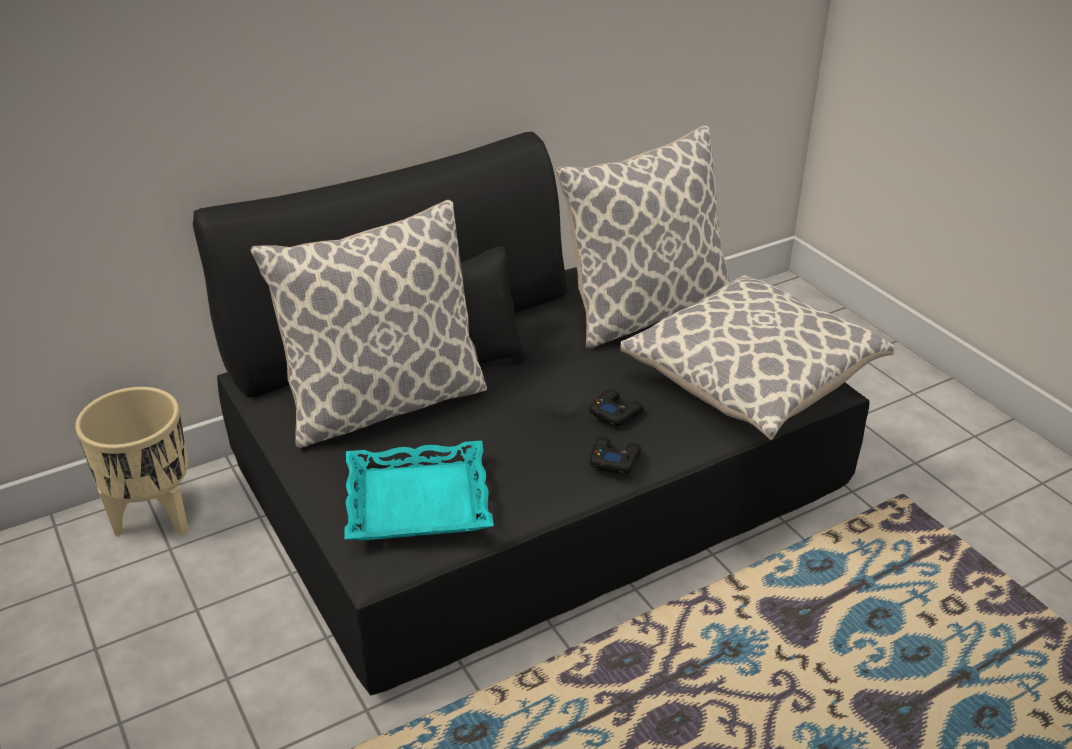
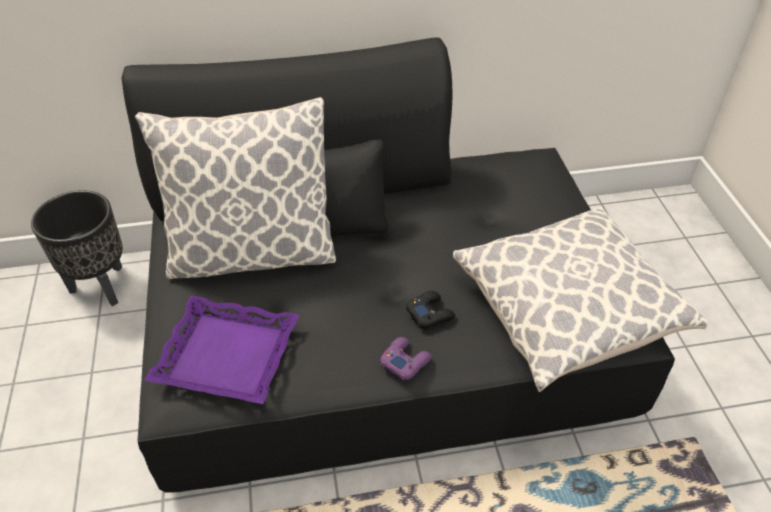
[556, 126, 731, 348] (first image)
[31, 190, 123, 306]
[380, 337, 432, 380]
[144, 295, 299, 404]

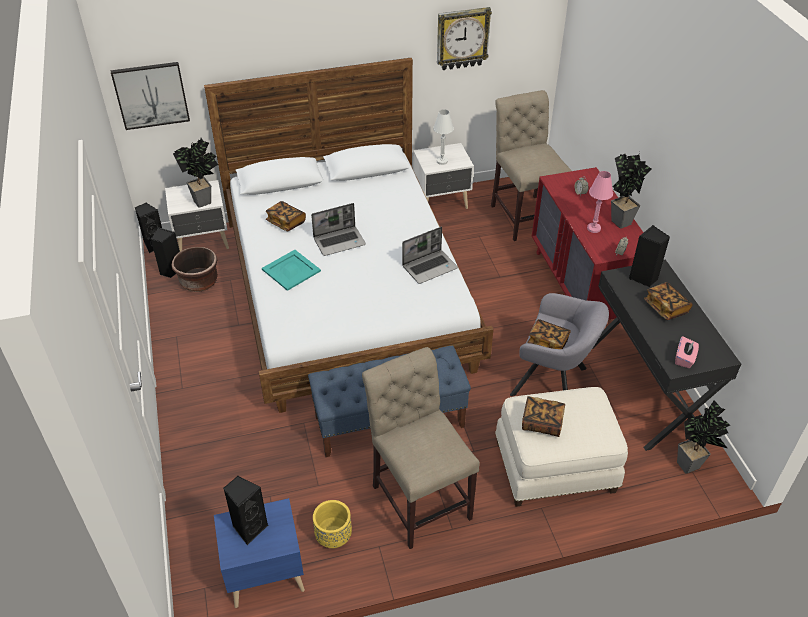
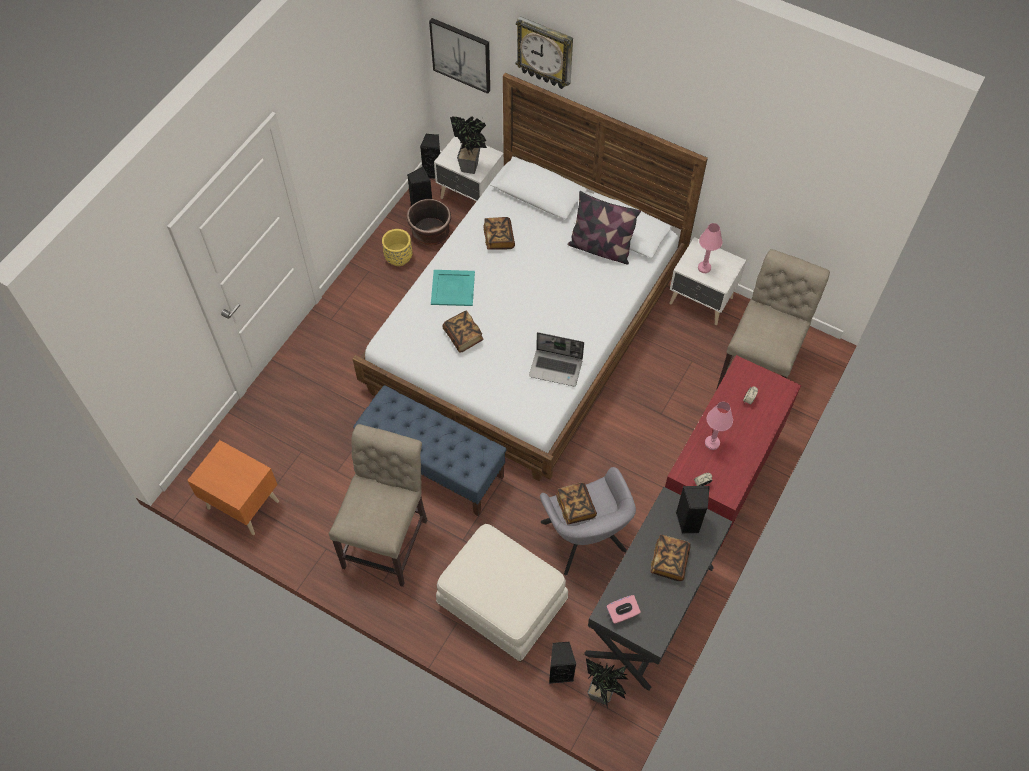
[516, 16, 573, 89]
[698, 223, 722, 273]
[611, 152, 652, 229] (first image)
[311, 203, 366, 256] (first image)
[442, 310, 483, 353]
[549, 642, 576, 684]
[187, 440, 279, 535]
[382, 229, 412, 266]
[567, 191, 641, 264]

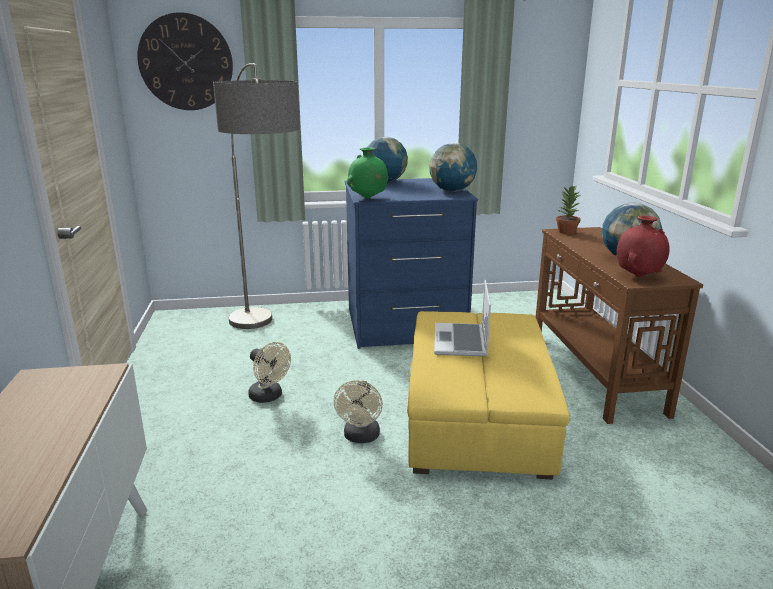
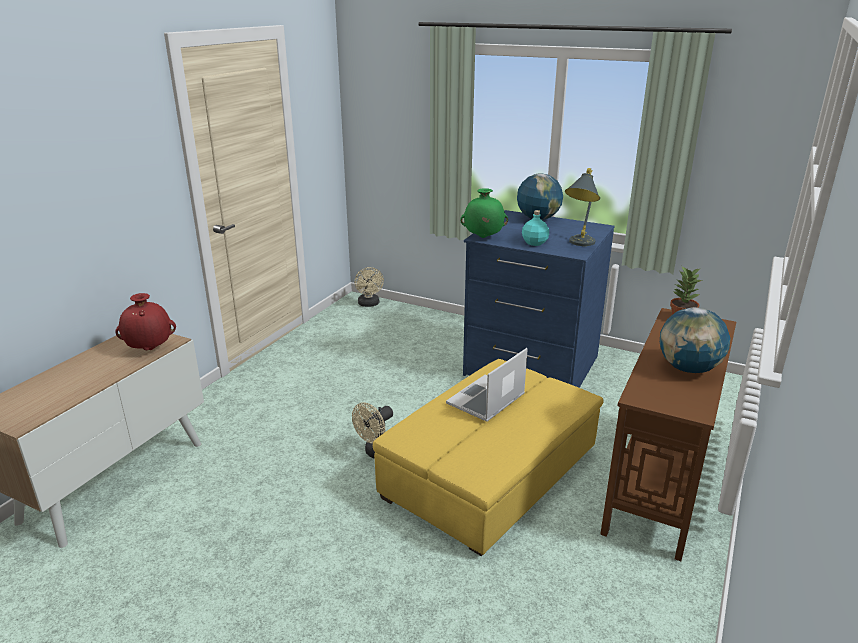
[137, 12, 233, 110] (first image)
[213, 63, 300, 329] (first image)
[565, 168, 600, 246]
[115, 293, 176, 350]
[355, 267, 384, 307]
[522, 210, 549, 246]

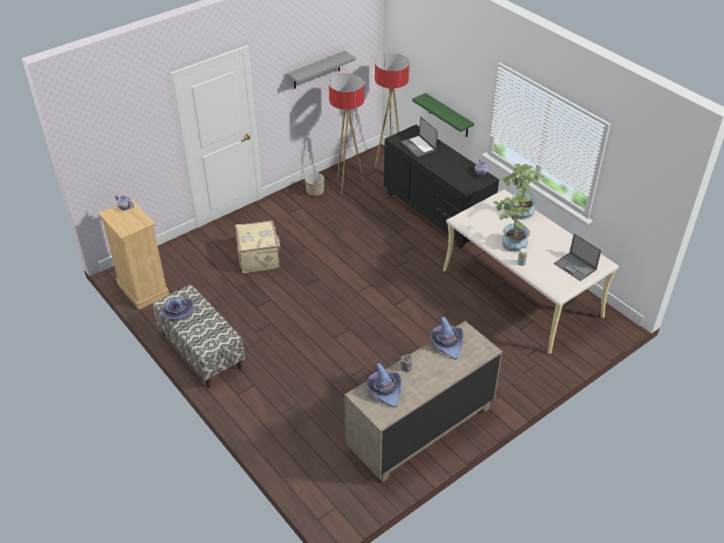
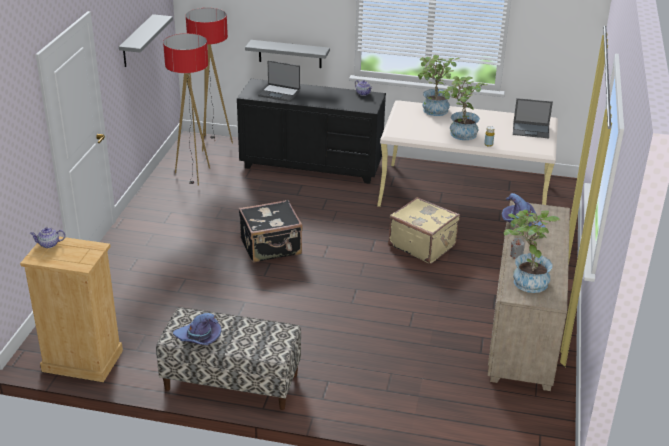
[245, 40, 330, 68]
[305, 173, 325, 197] (first image)
[388, 197, 460, 264]
[504, 210, 560, 293]
[239, 200, 303, 263]

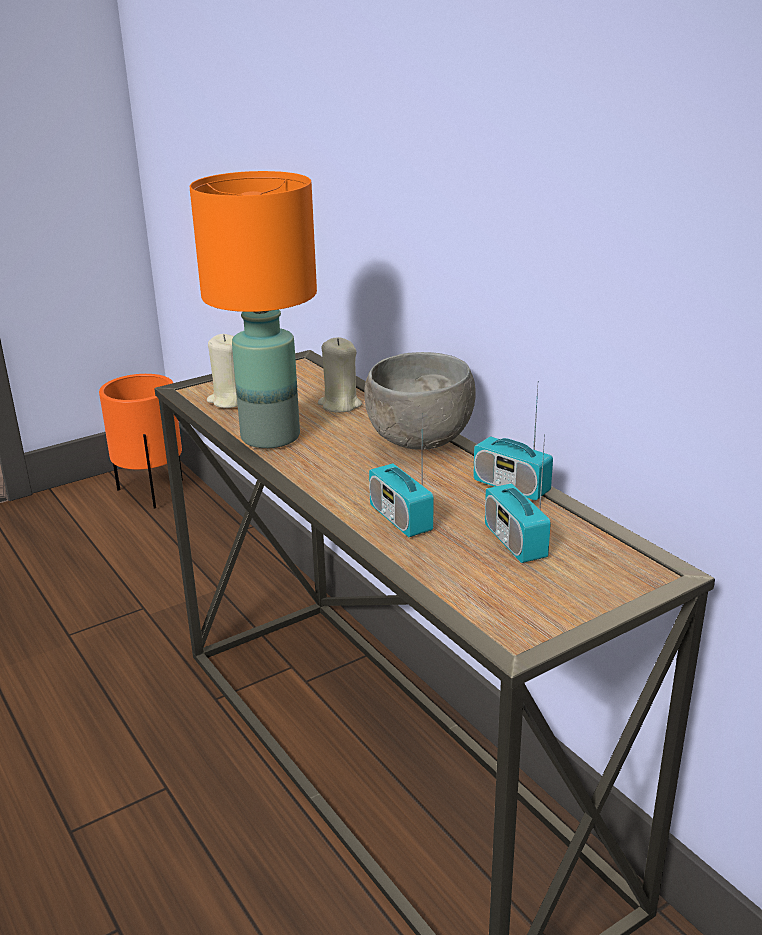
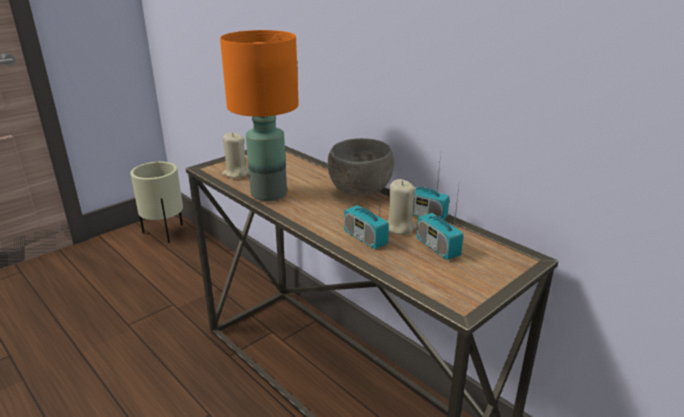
[388, 179, 416, 235]
[131, 162, 183, 243]

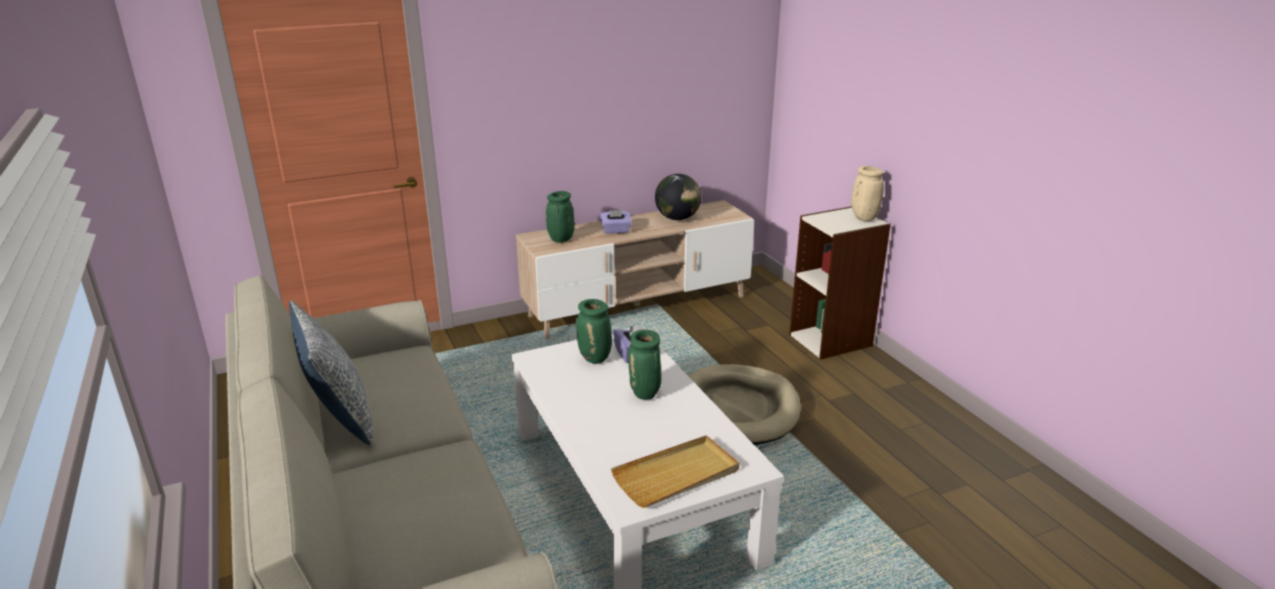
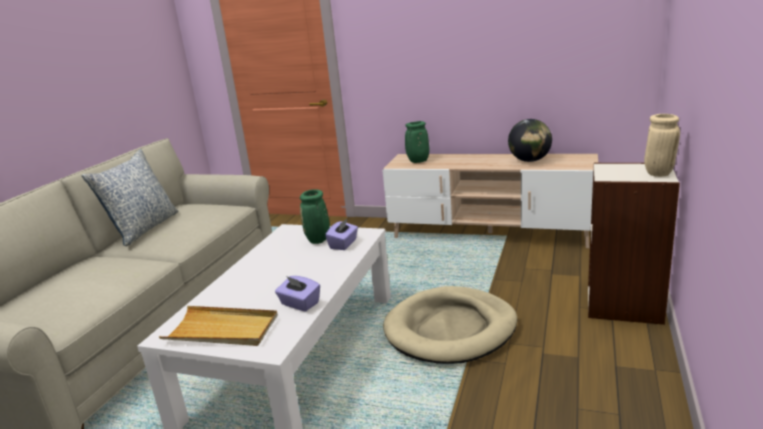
[275, 276, 320, 312]
[628, 330, 662, 400] (first image)

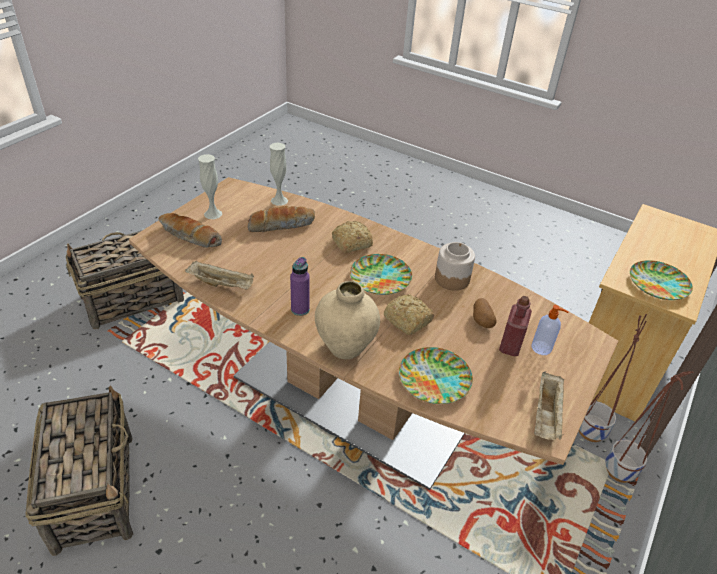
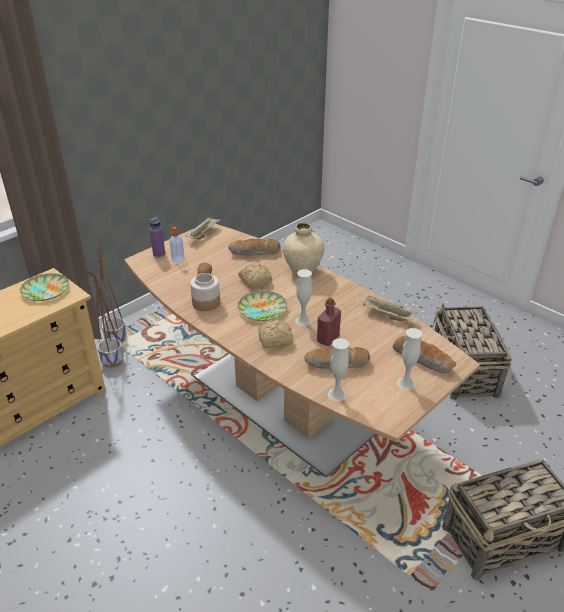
[150, 217, 165, 258]
[317, 298, 341, 346]
[228, 239, 281, 256]
[295, 269, 312, 326]

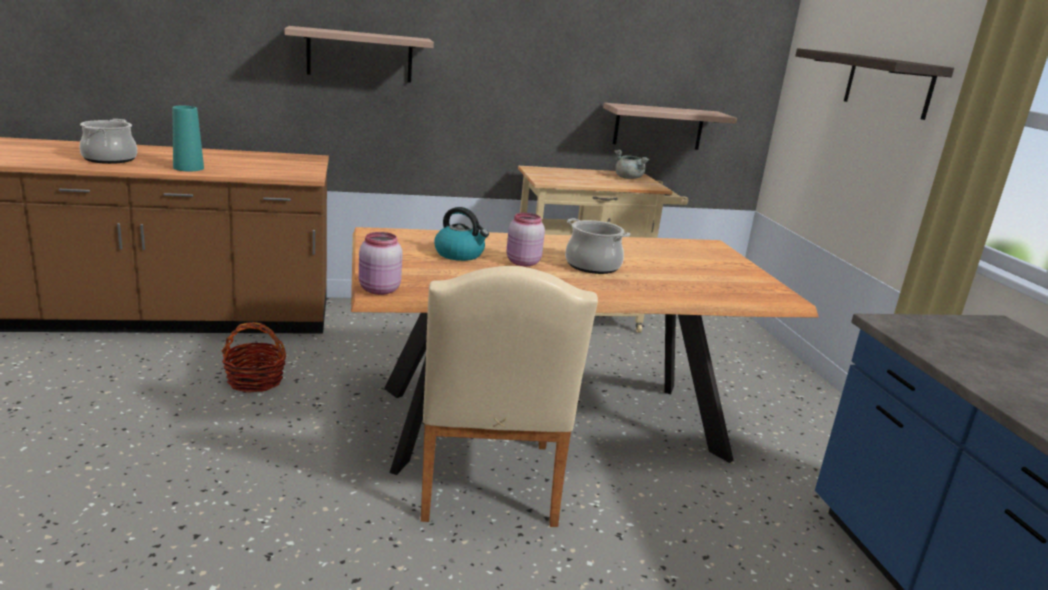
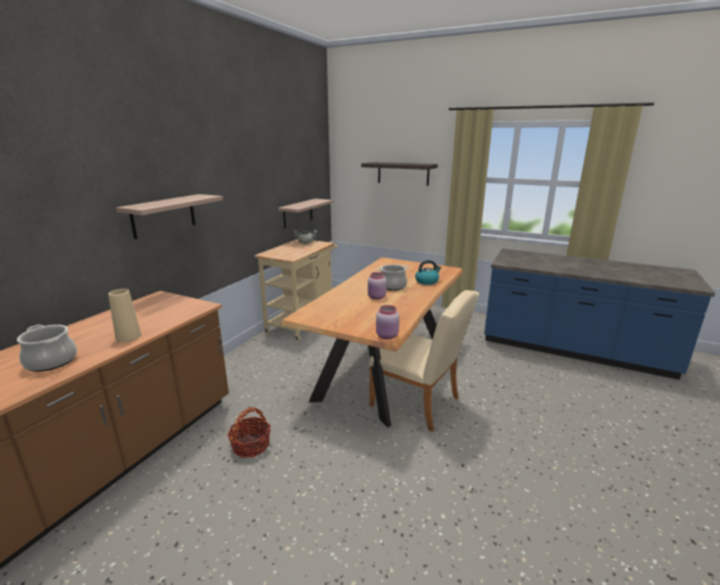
[108, 289, 141, 342]
[415, 260, 441, 285]

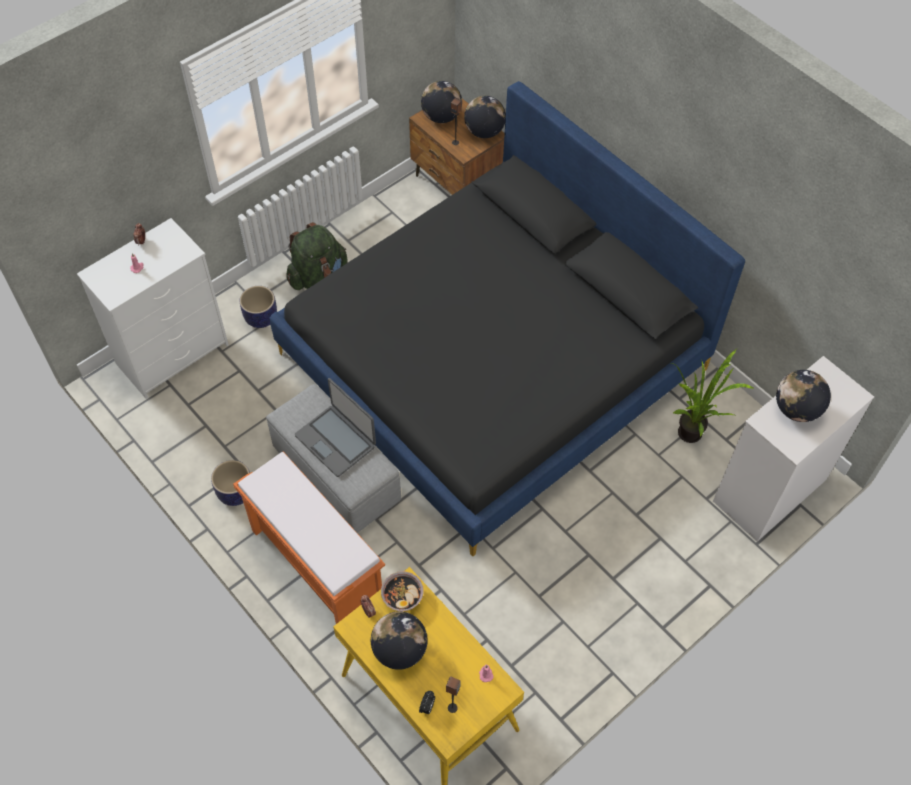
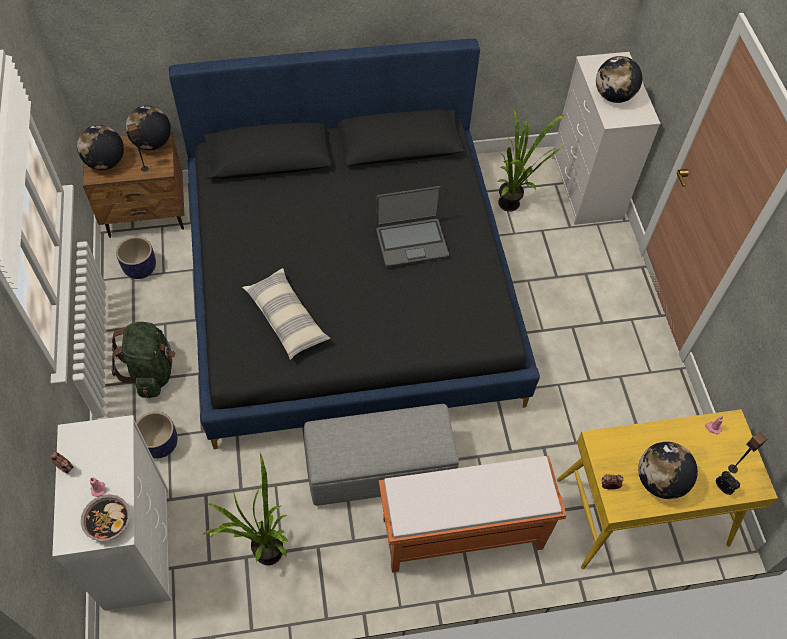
[376, 186, 449, 267]
[116, 237, 156, 279]
[81, 494, 130, 541]
[242, 268, 331, 360]
[204, 453, 289, 565]

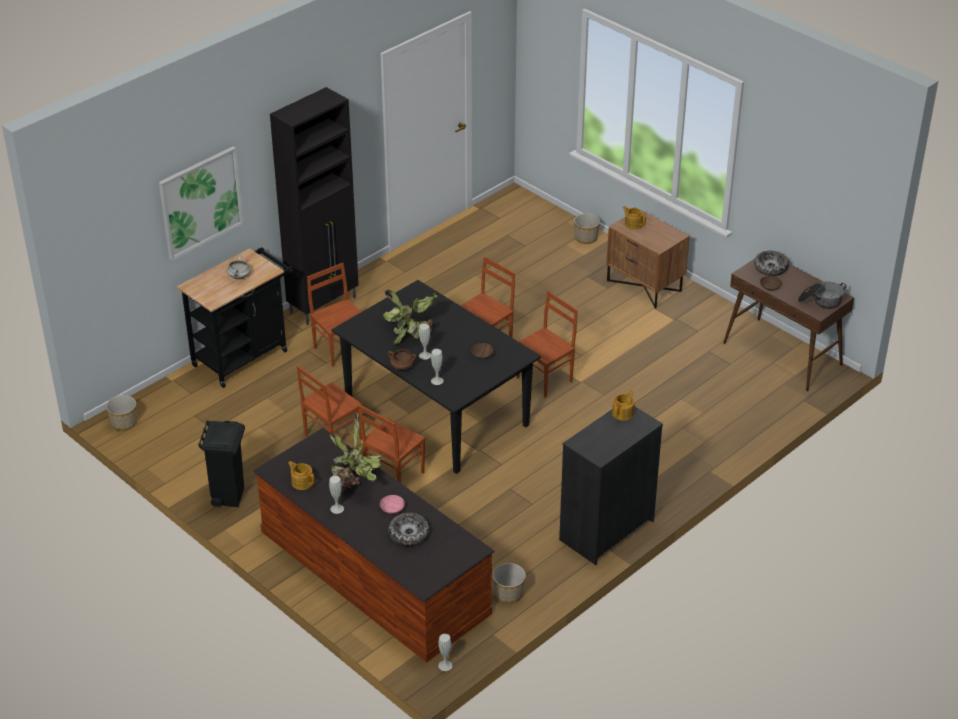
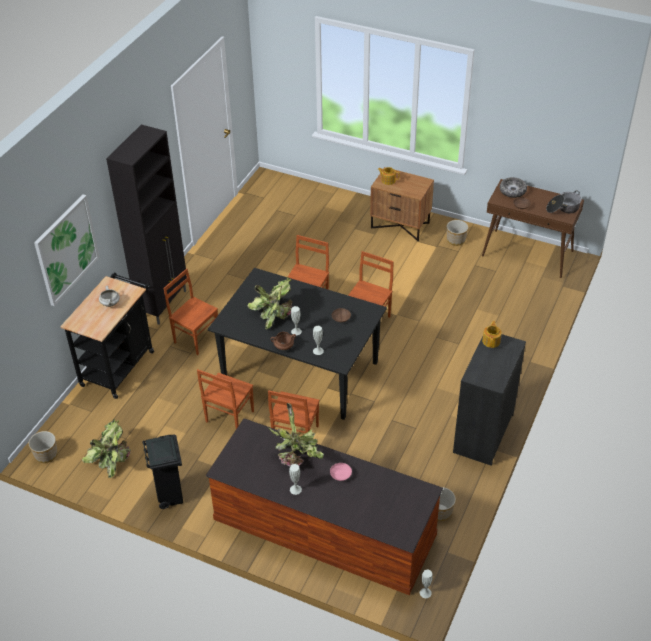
[447, 220, 468, 246]
[288, 461, 315, 490] (first image)
[388, 513, 430, 546] (first image)
[82, 419, 131, 478]

